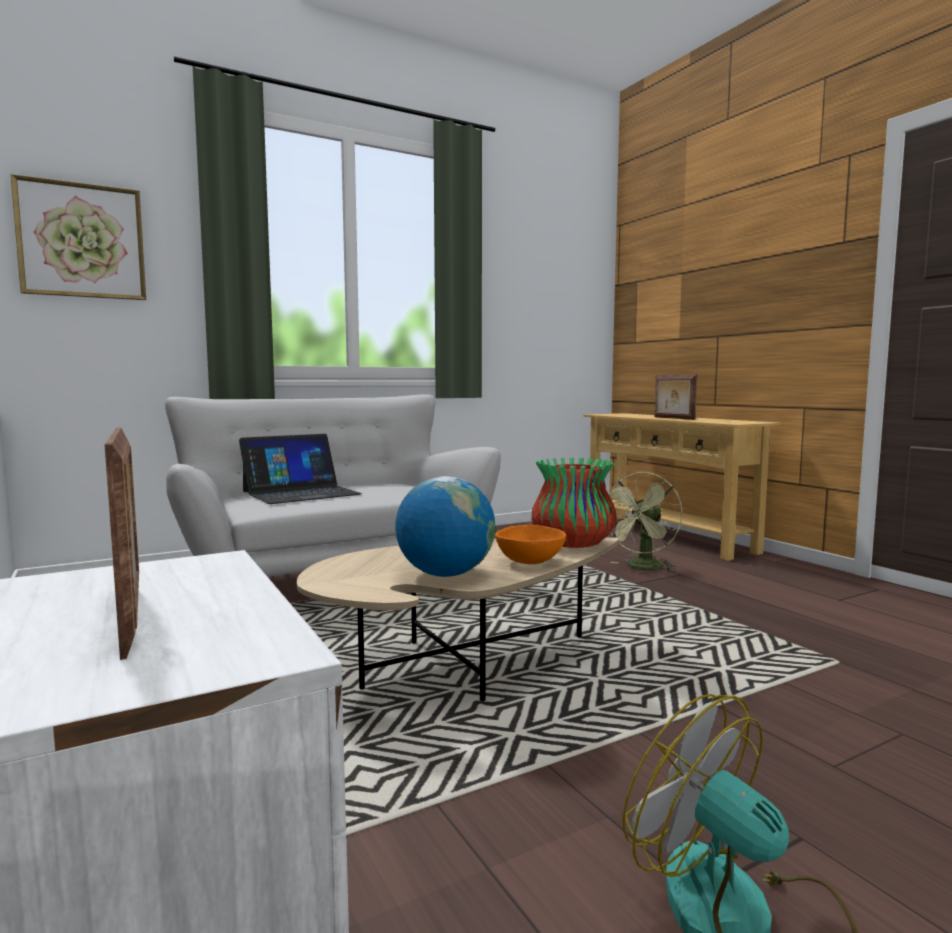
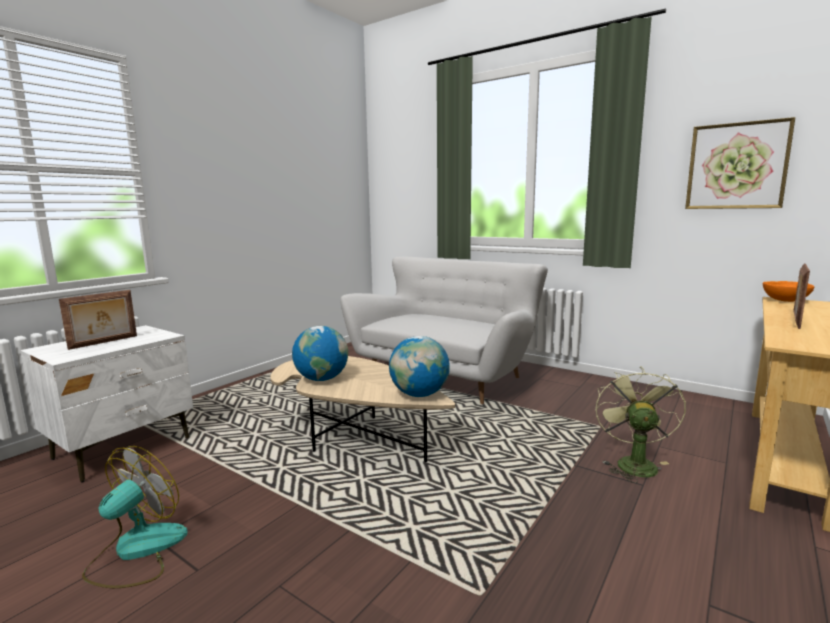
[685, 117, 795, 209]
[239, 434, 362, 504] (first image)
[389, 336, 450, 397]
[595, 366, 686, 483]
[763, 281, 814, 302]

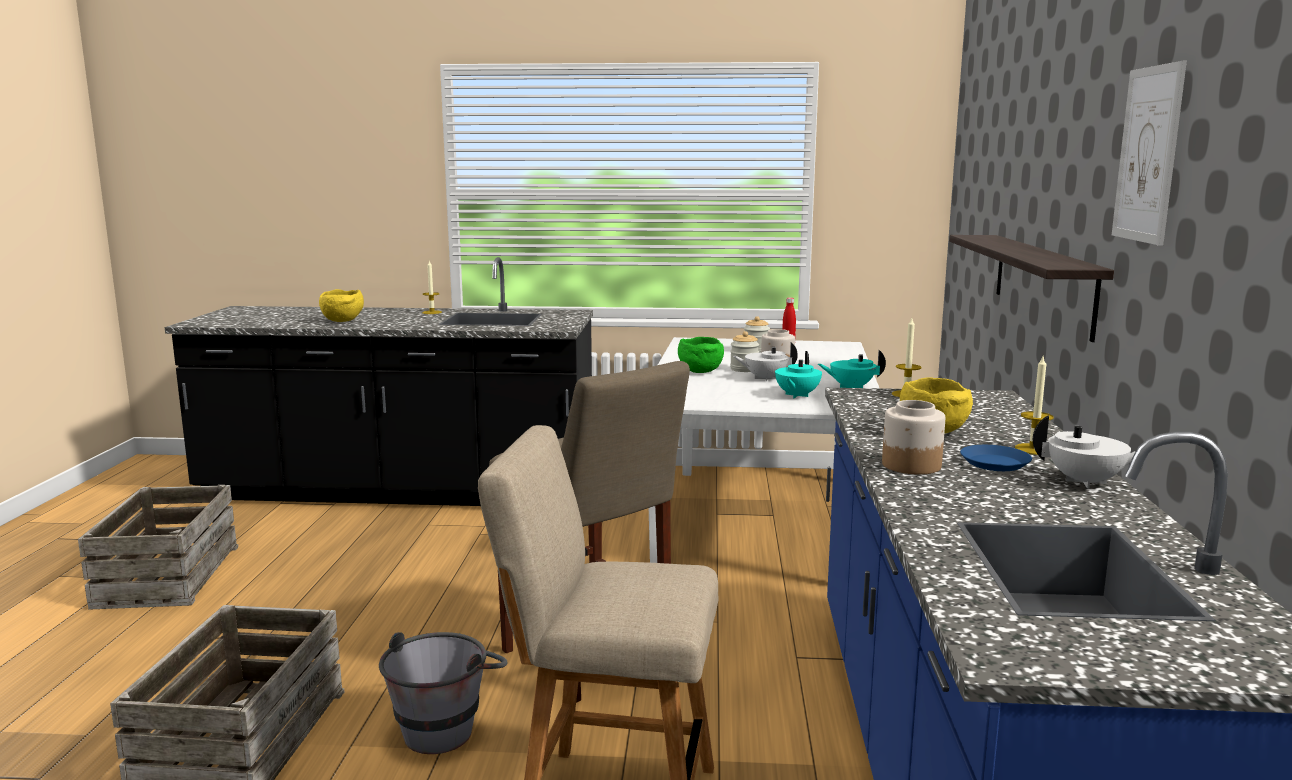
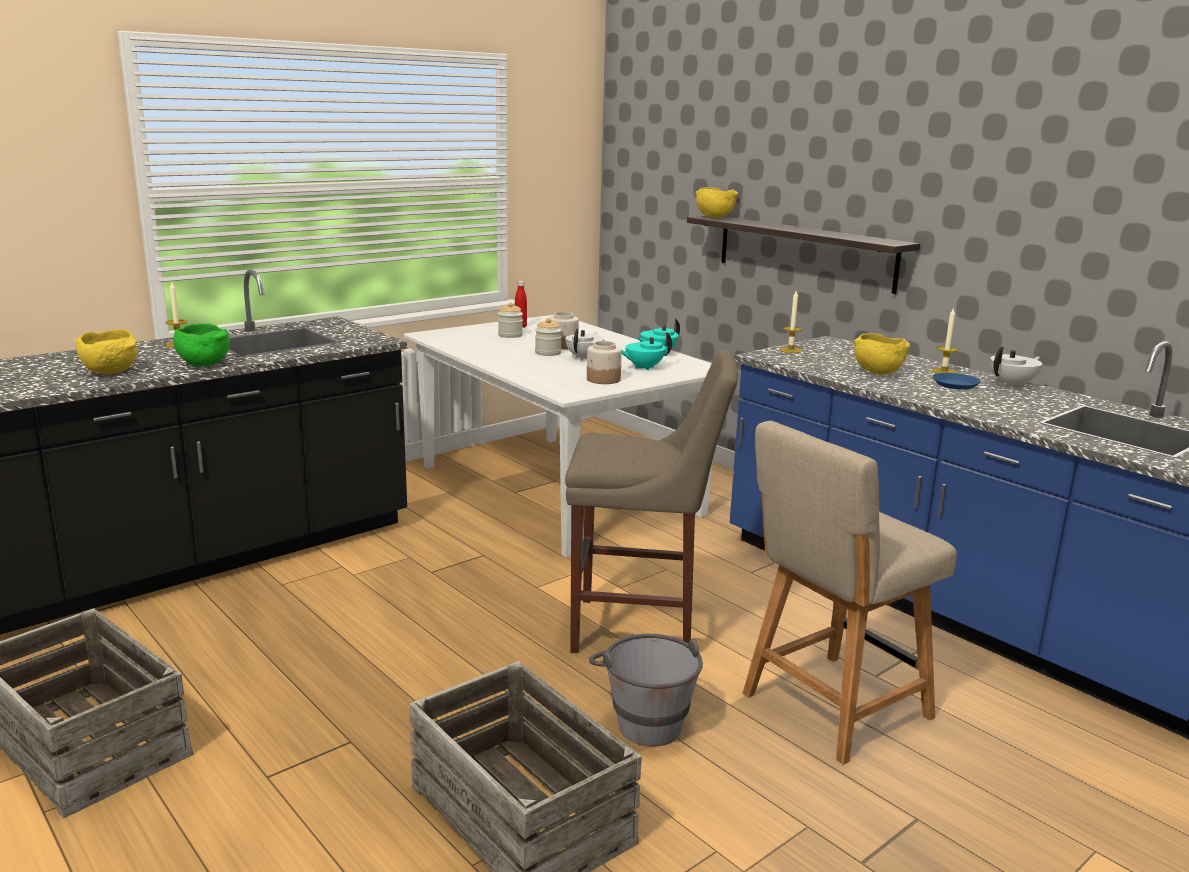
[1112, 61, 1187, 246] (first image)
[173, 324, 230, 366]
[565, 329, 604, 361]
[622, 332, 672, 370]
[587, 341, 622, 384]
[695, 187, 738, 218]

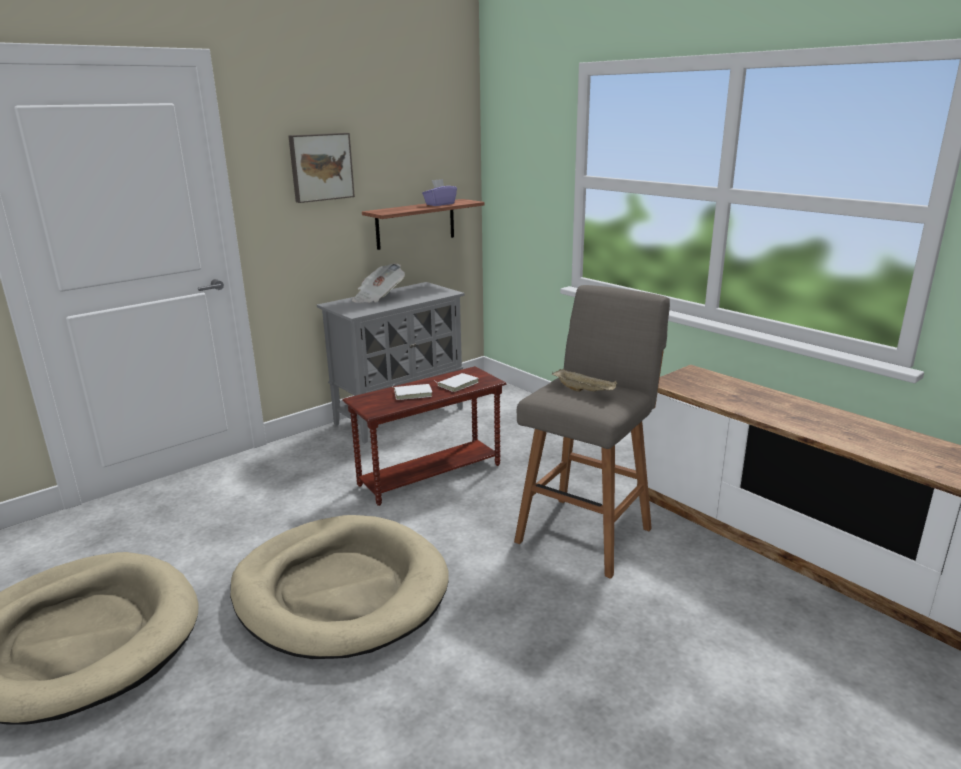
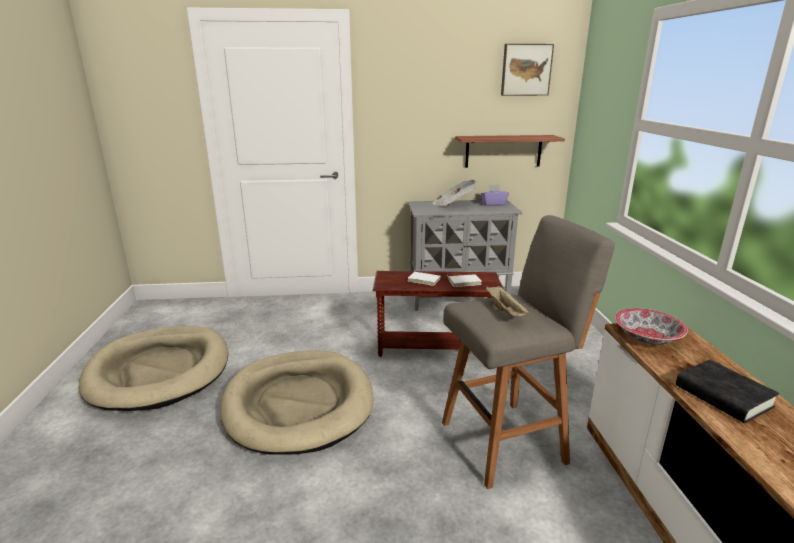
[501, 44, 554, 96]
[481, 185, 509, 206]
[615, 308, 688, 345]
[676, 360, 780, 423]

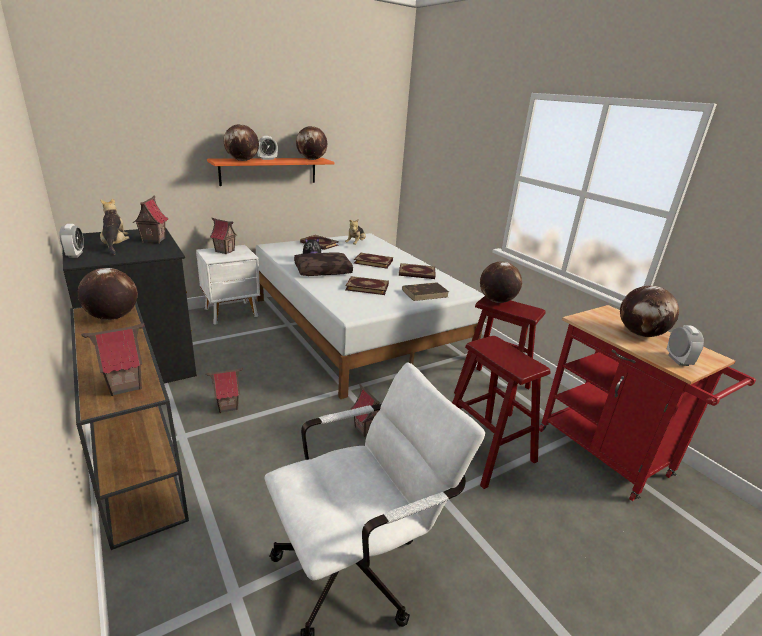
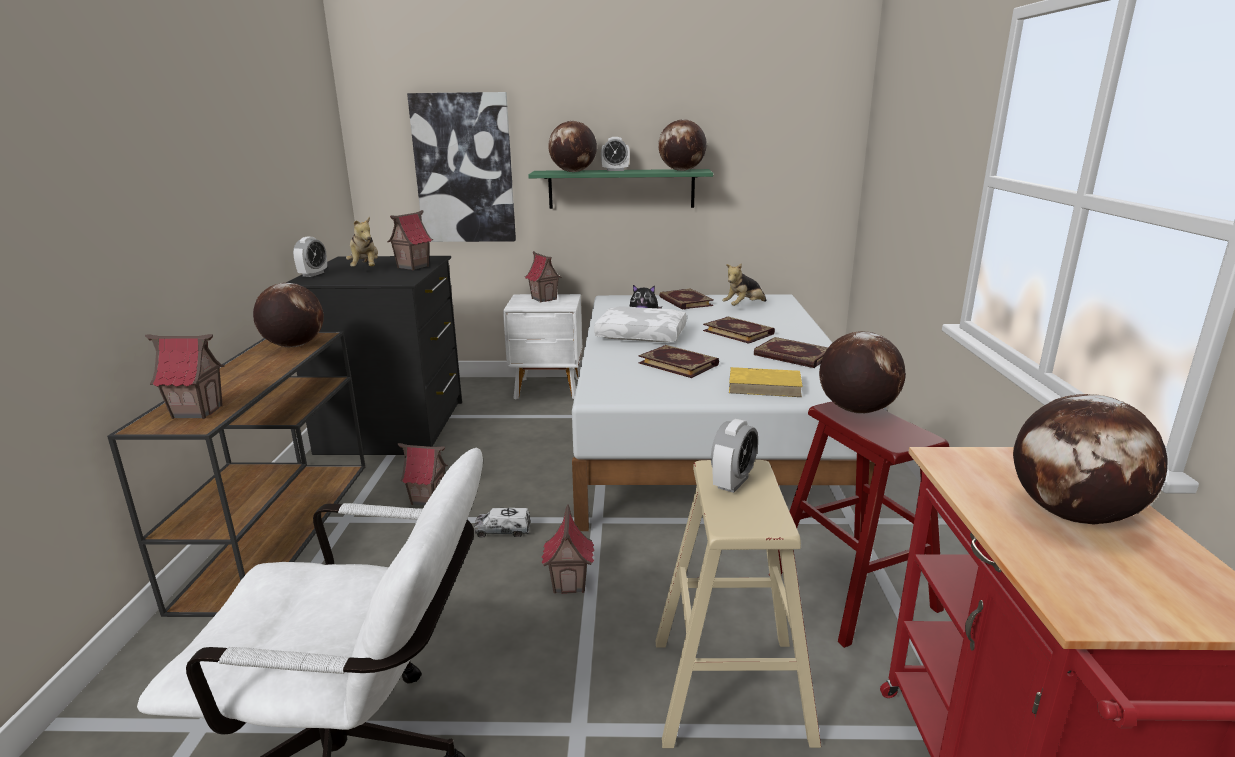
[528, 169, 713, 209]
[346, 217, 378, 267]
[594, 306, 687, 342]
[729, 367, 803, 397]
[711, 419, 758, 493]
[656, 460, 821, 748]
[407, 92, 516, 242]
[474, 508, 531, 537]

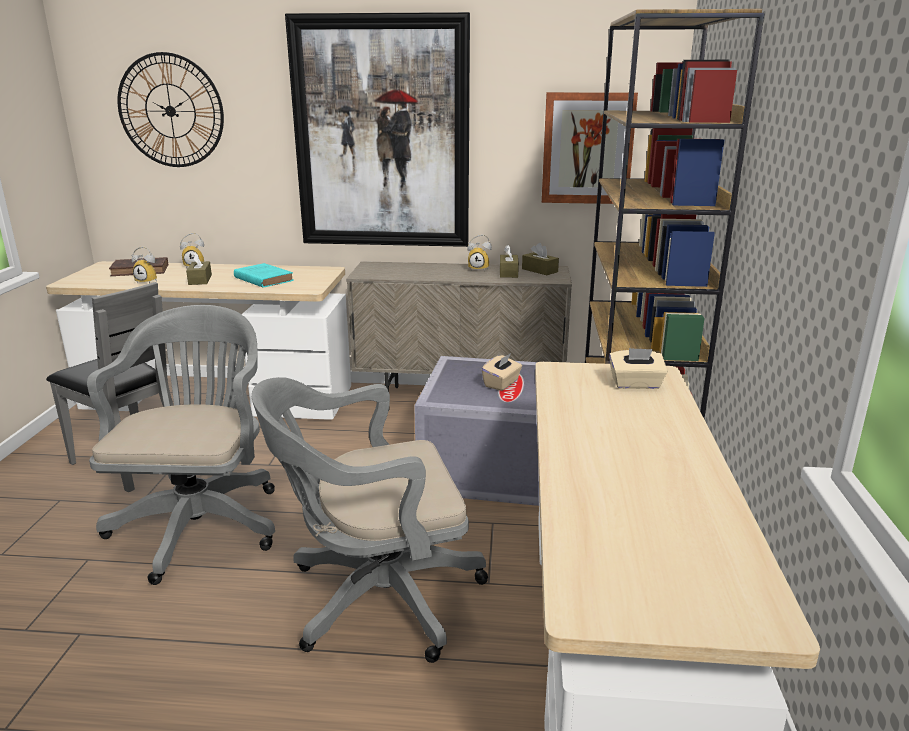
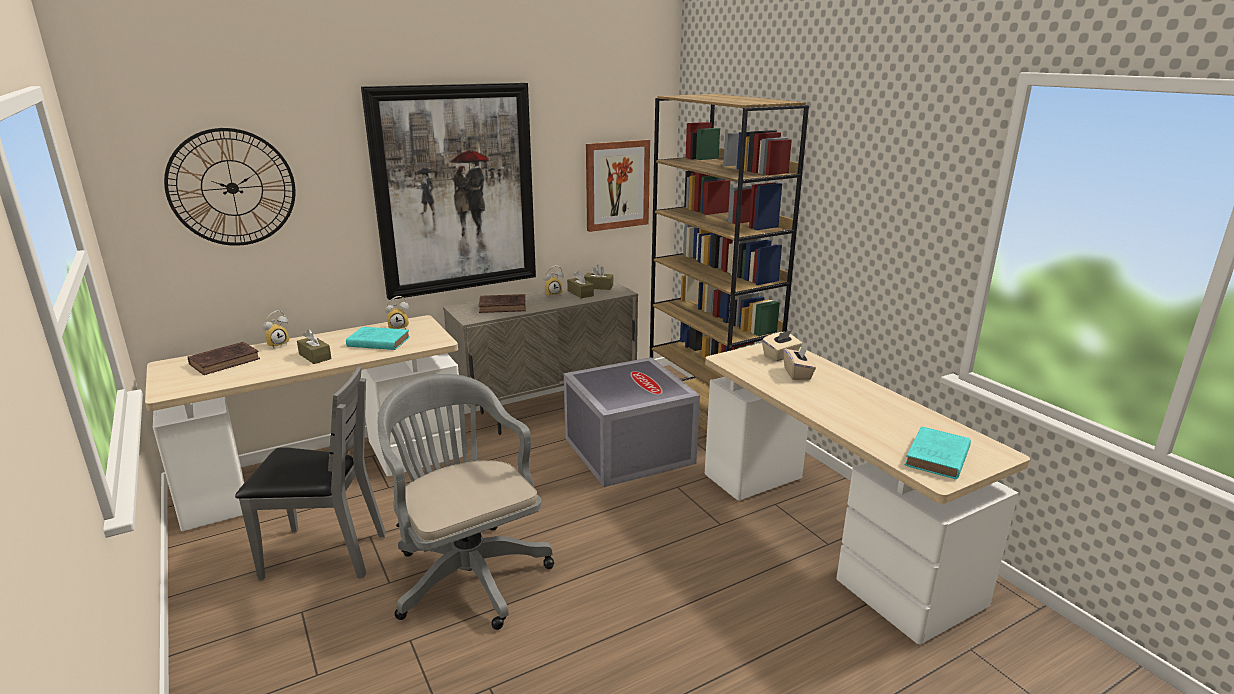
[385, 296, 409, 329]
[783, 345, 816, 380]
[252, 377, 488, 663] (first image)
[479, 294, 525, 313]
[904, 426, 971, 479]

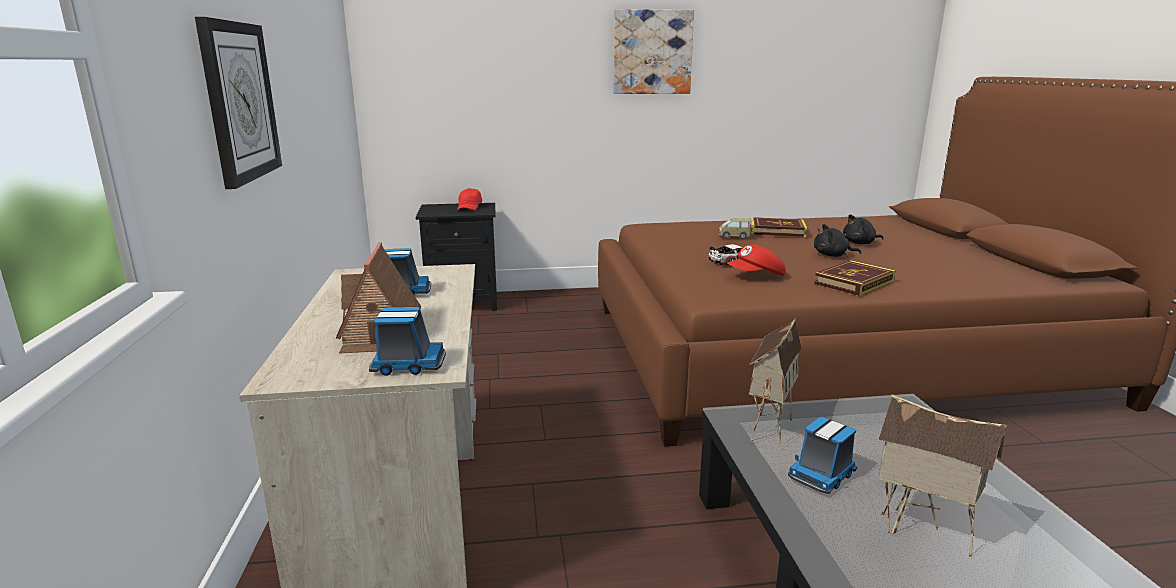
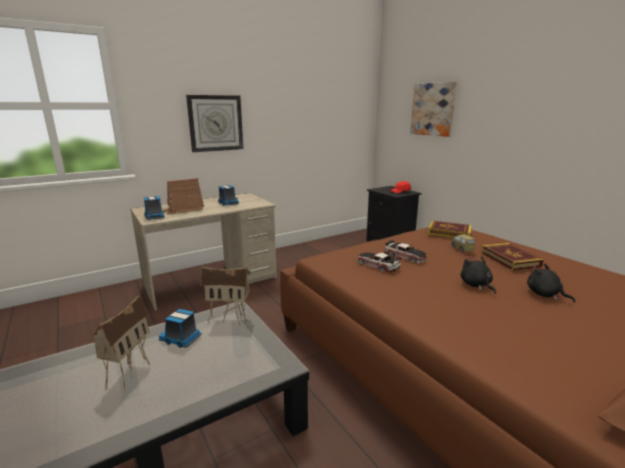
[410, 82, 457, 137]
[357, 253, 401, 273]
[428, 221, 472, 238]

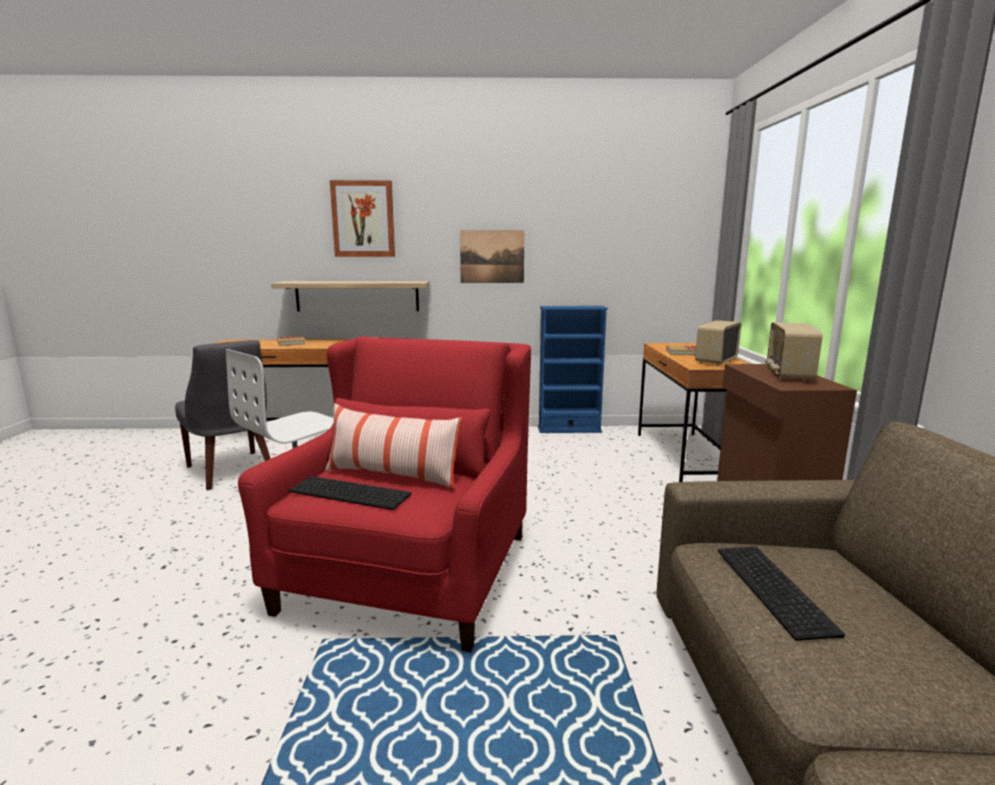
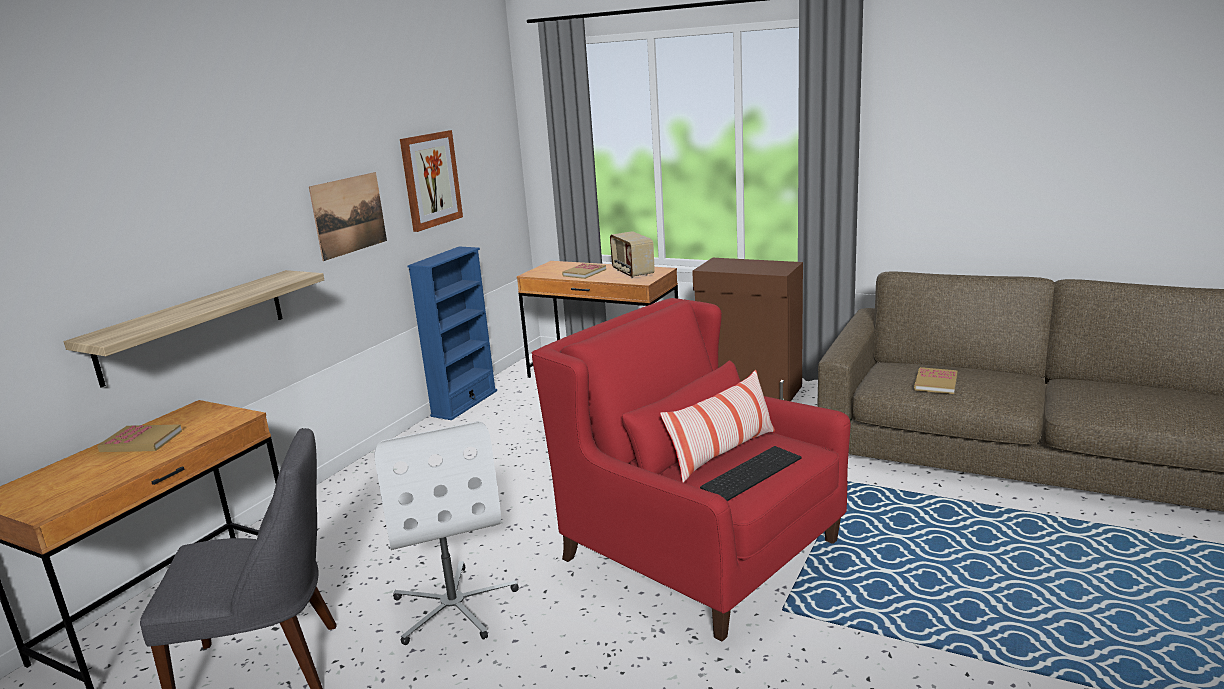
[400, 130, 463, 232]
[765, 322, 823, 382] (first image)
[914, 367, 958, 394]

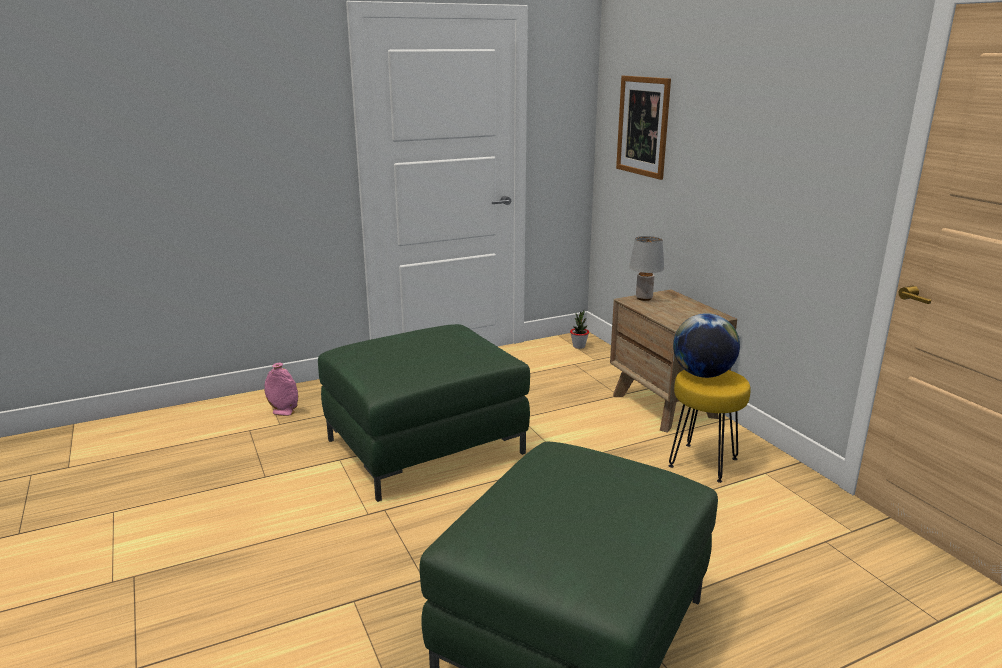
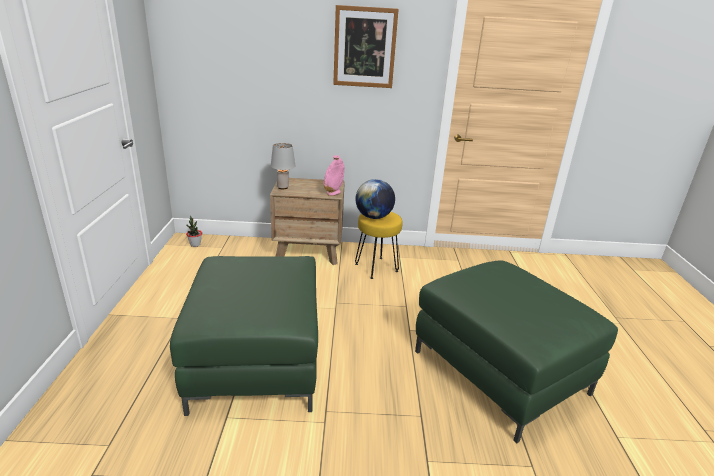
[333, 5, 399, 88]
[323, 155, 344, 196]

